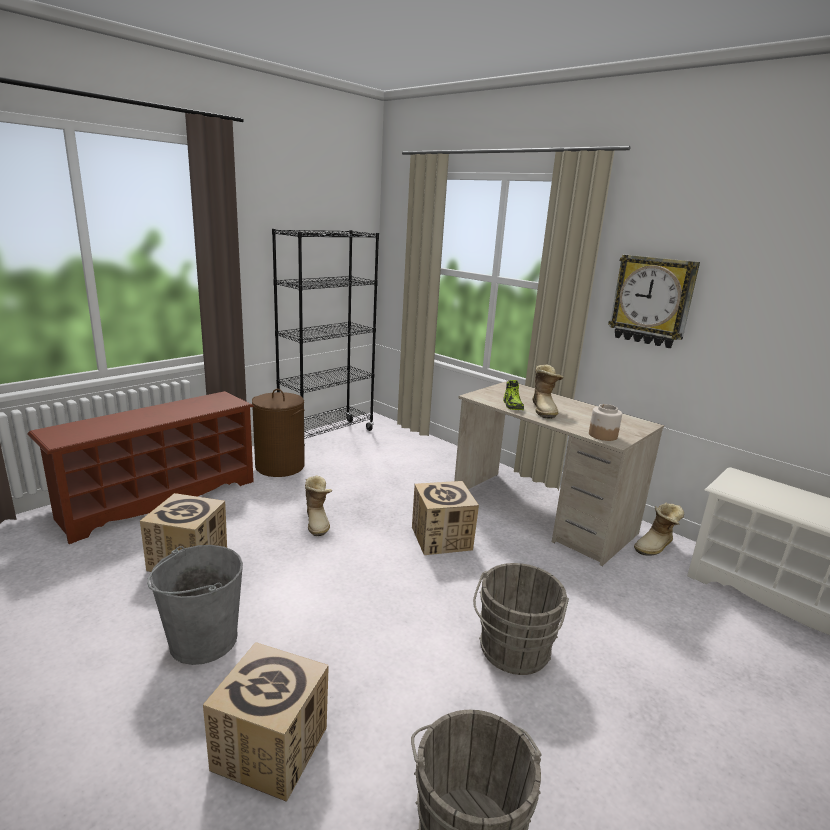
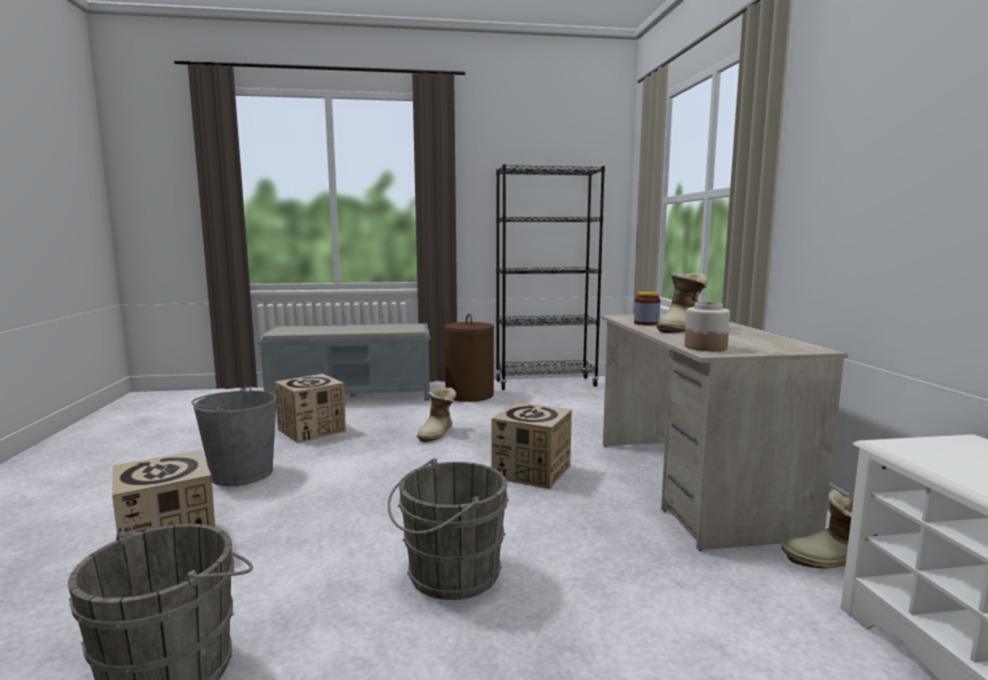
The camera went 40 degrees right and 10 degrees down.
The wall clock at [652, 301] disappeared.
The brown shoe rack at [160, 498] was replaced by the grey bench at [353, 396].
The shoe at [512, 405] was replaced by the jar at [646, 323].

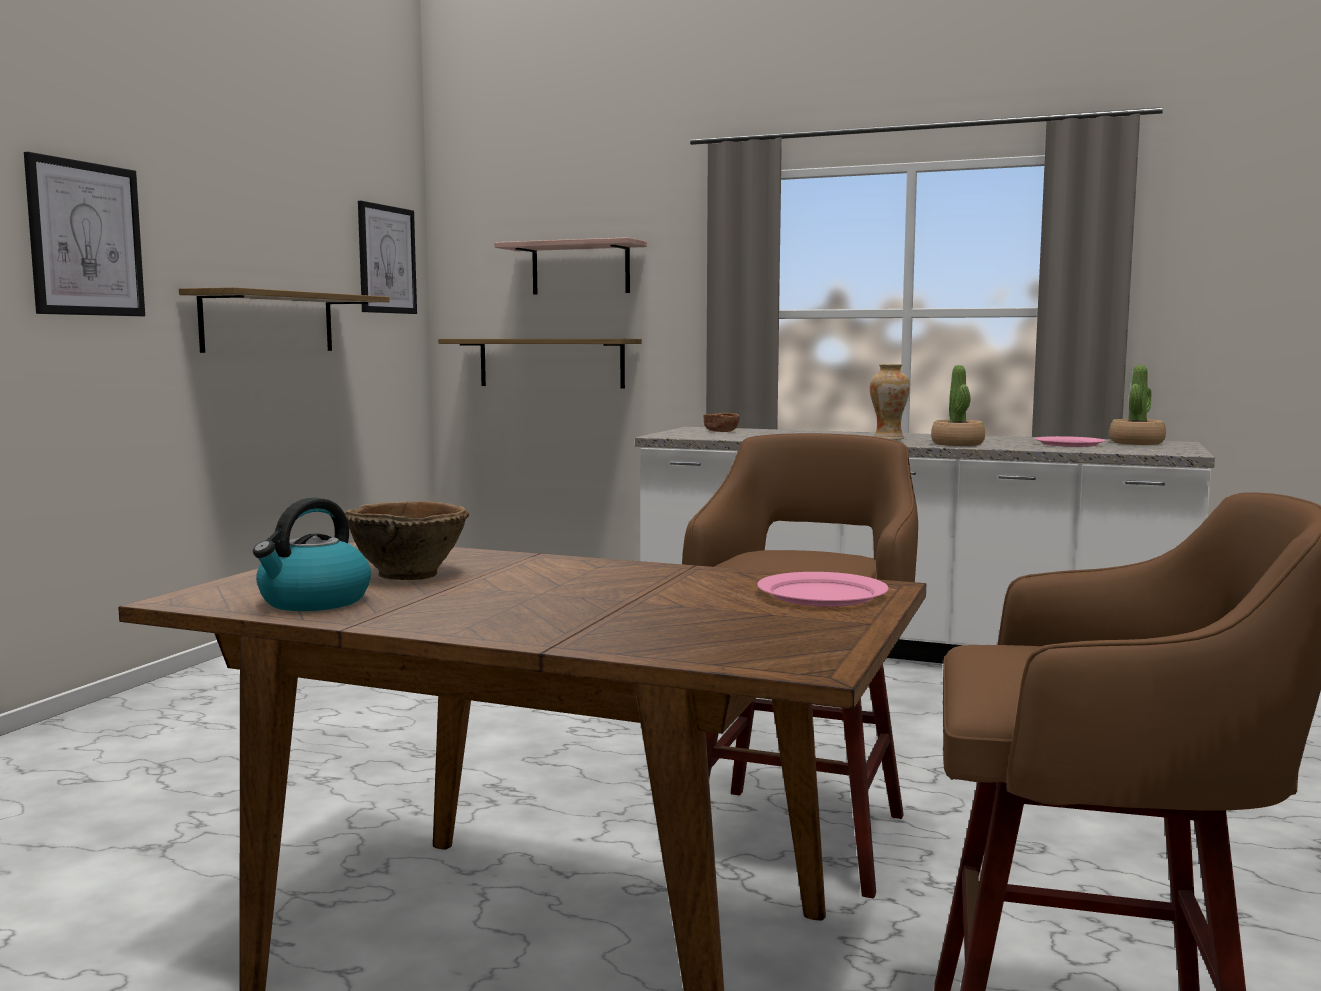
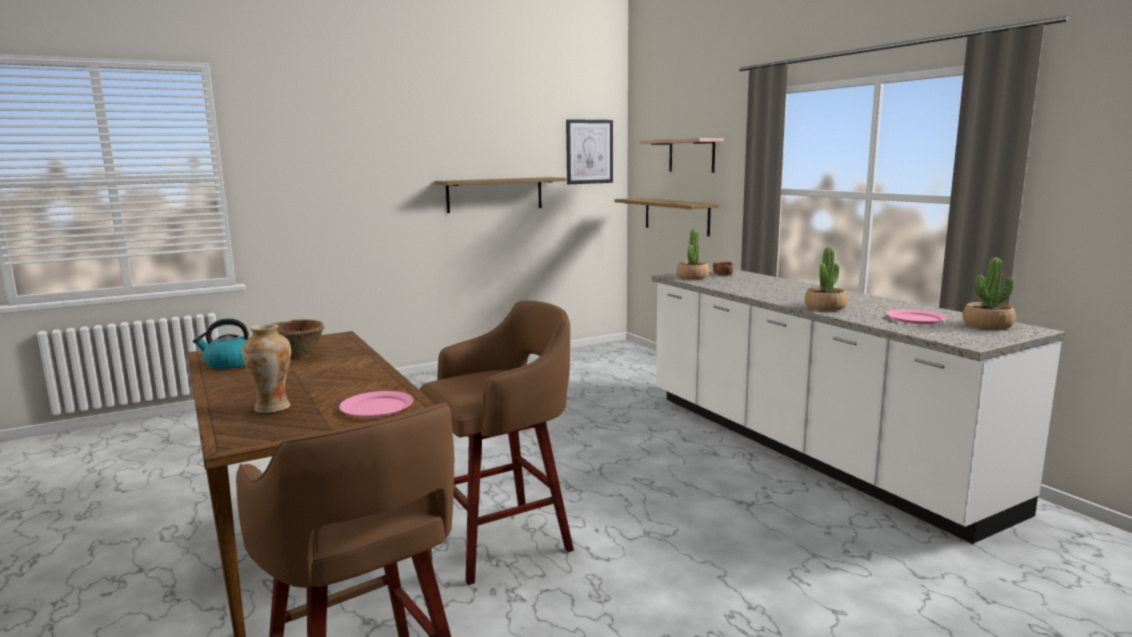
The camera went 40 degrees right and 5 degrees up.
The picture at [85, 239] disappeared.
The potted plant at [692, 277] appeared.
The vase moved from [888, 439] to [273, 407].

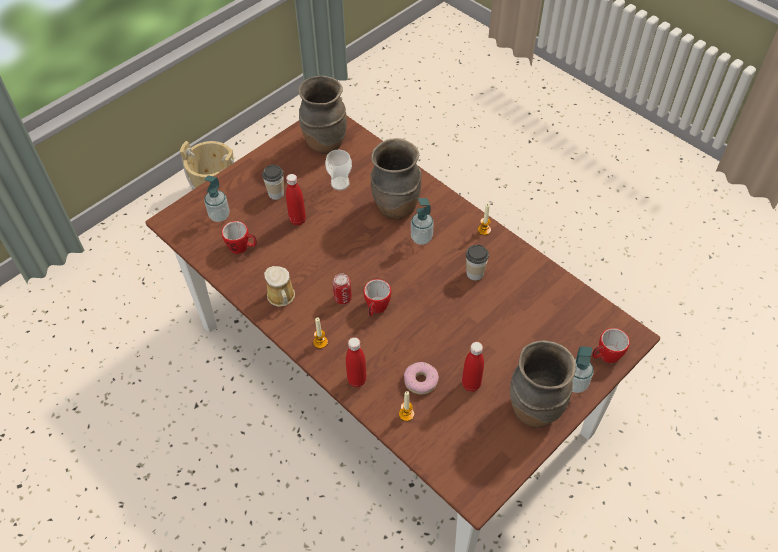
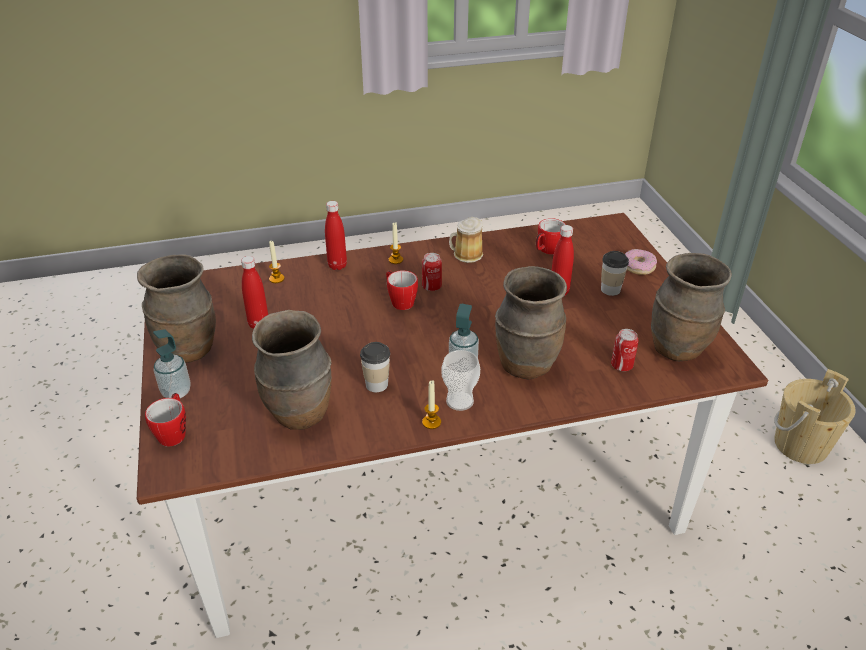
The camera went 120 degrees right and 15 degrees down.
The soap dispenser at [219, 215] disappeared.
The brown vase at [299, 414] appeared.
The can at [621, 365] appeared.
The cup moved from [340, 183] to [459, 401].
The donut moved from [421, 381] to [638, 266].

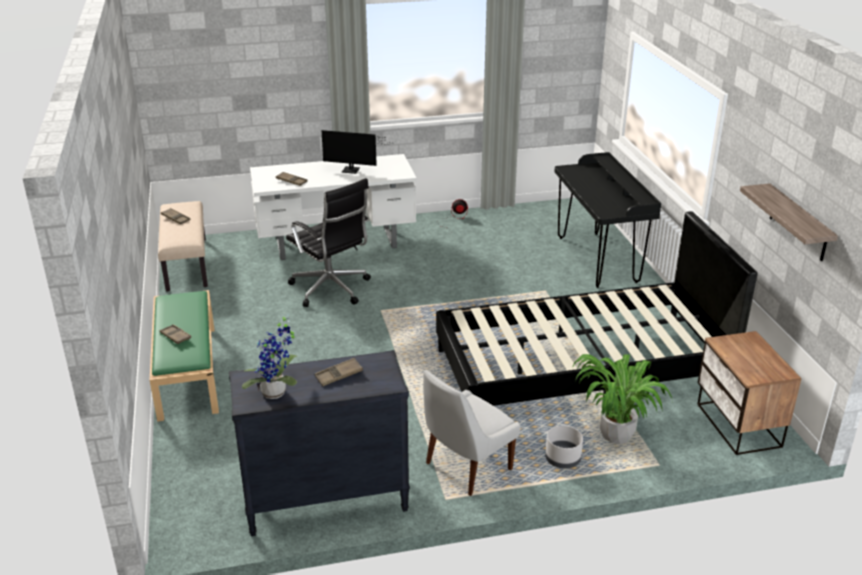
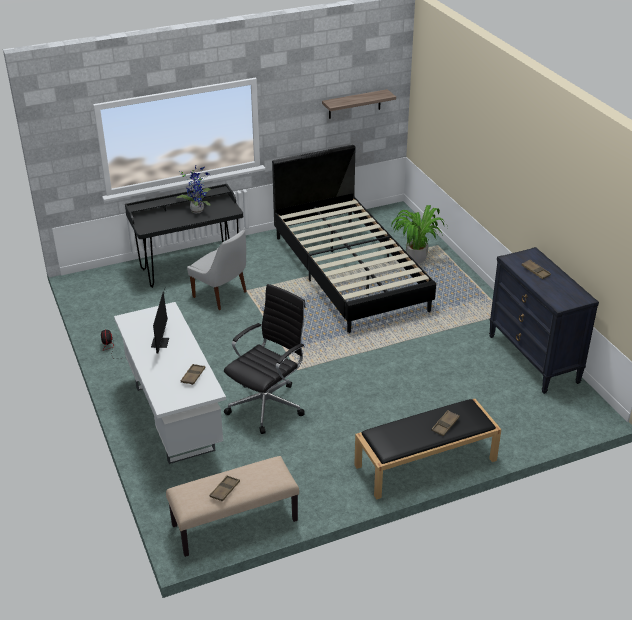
The camera went 100 degrees left and 5 degrees up.
The grey planter at [562, 459] disappeared.
The nightstand at [737, 426] disappeared.
The potted plant moved from [276, 393] to [197, 209].
The white chair moved from [466, 467] to [221, 295].
The green bench at [187, 371] became the black bench at [425, 463].

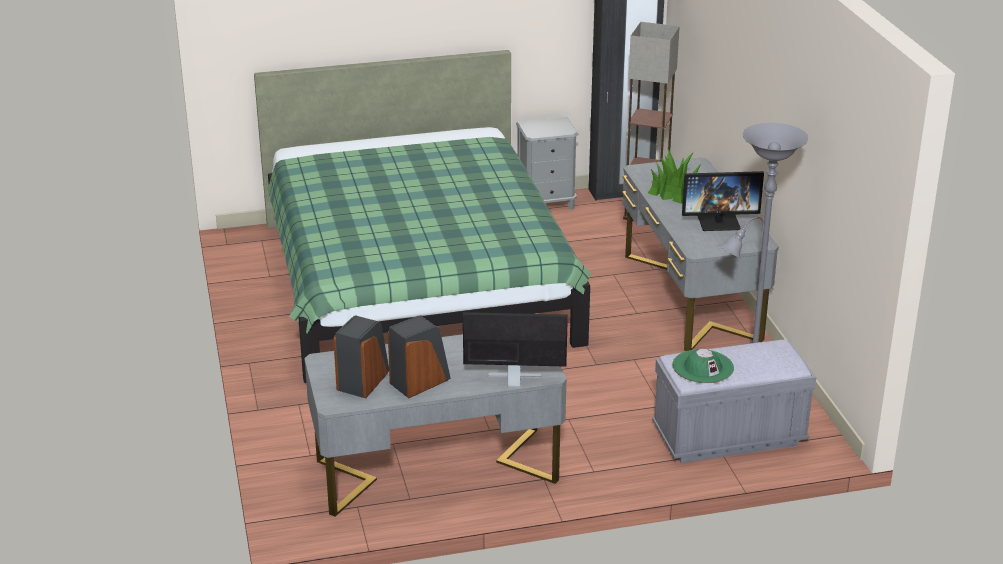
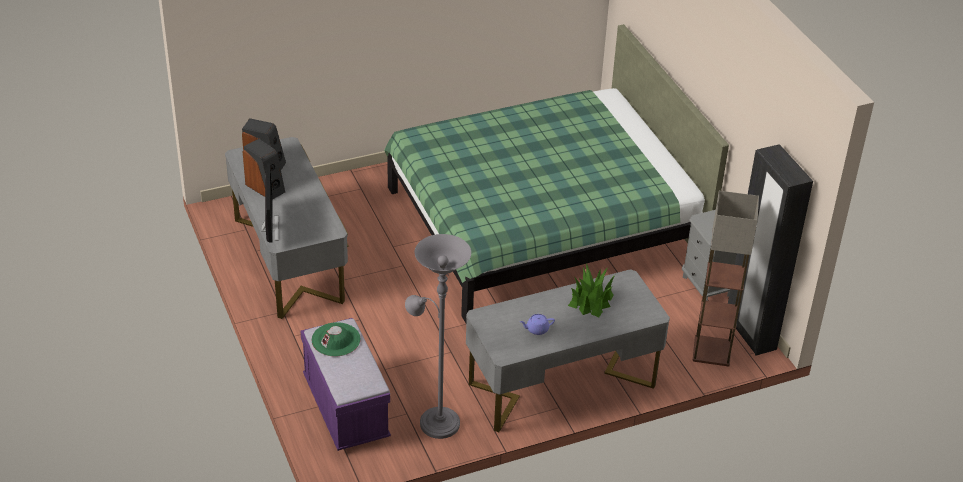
The camera went 80 degrees right and 10 degrees up.
The monitor at [719, 222] was replaced by the purple teapot at [537, 329].
The grey bench at [729, 437] became the purple bench at [345, 409].

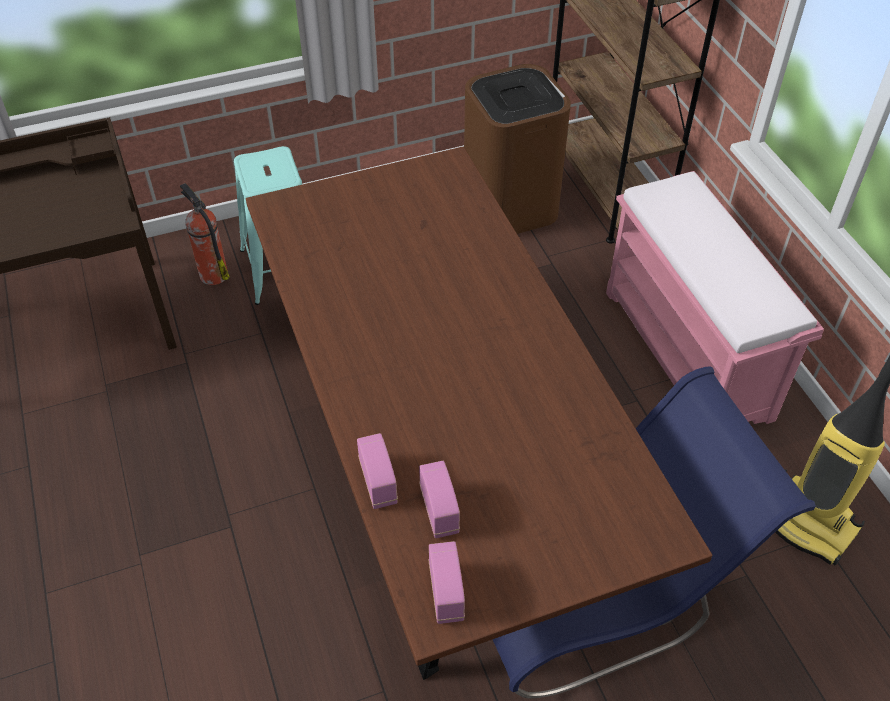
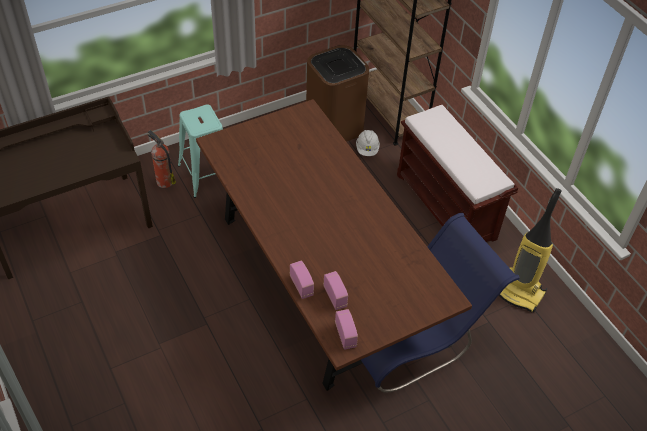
The camera went 10 degrees left and 0 degrees up.
The white hard hat at [367, 149] appeared.
The pink bench at [688, 354] became the brown bench at [446, 207].

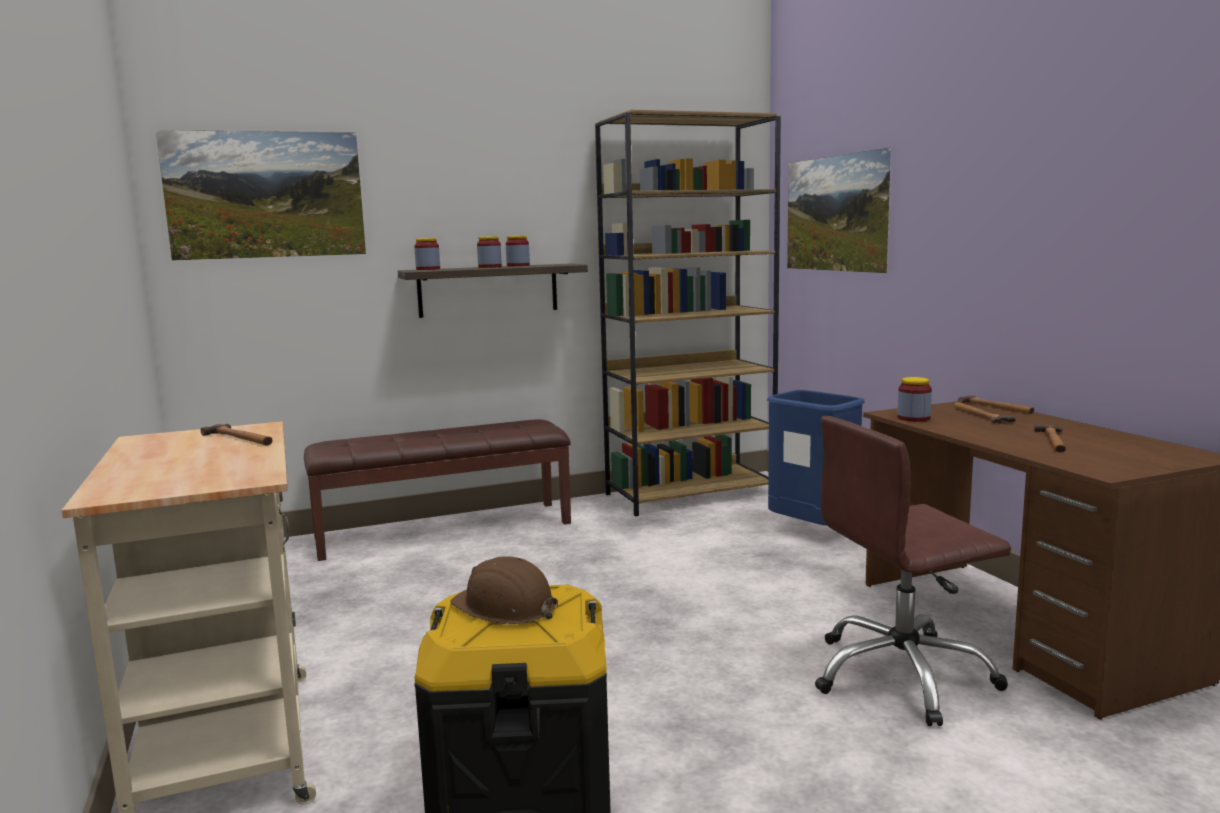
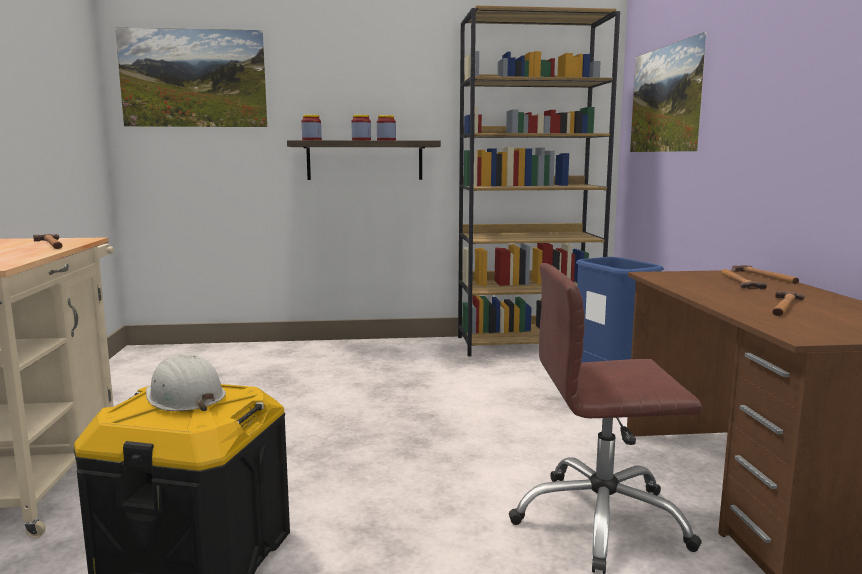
The camera went 15 degrees right and 0 degrees up.
The brown bench at [444, 529] disappeared.
The jar at [913, 418] disappeared.
The brown hard hat at [505, 606] became the white hard hat at [184, 397].

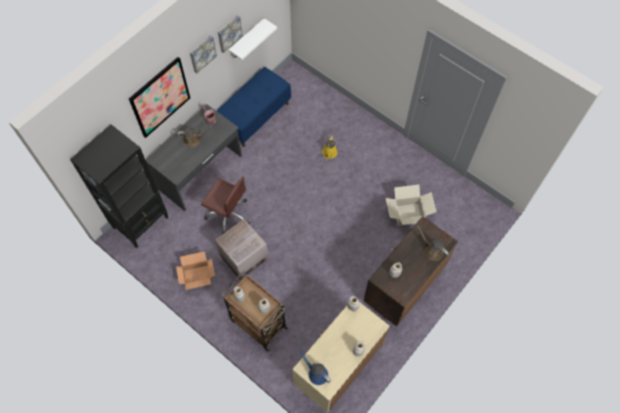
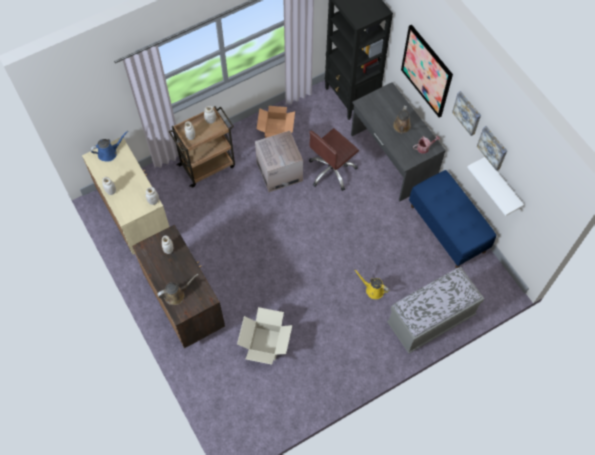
The camera went 110 degrees right and 0 degrees up.
The grey bench at [430, 320] appeared.

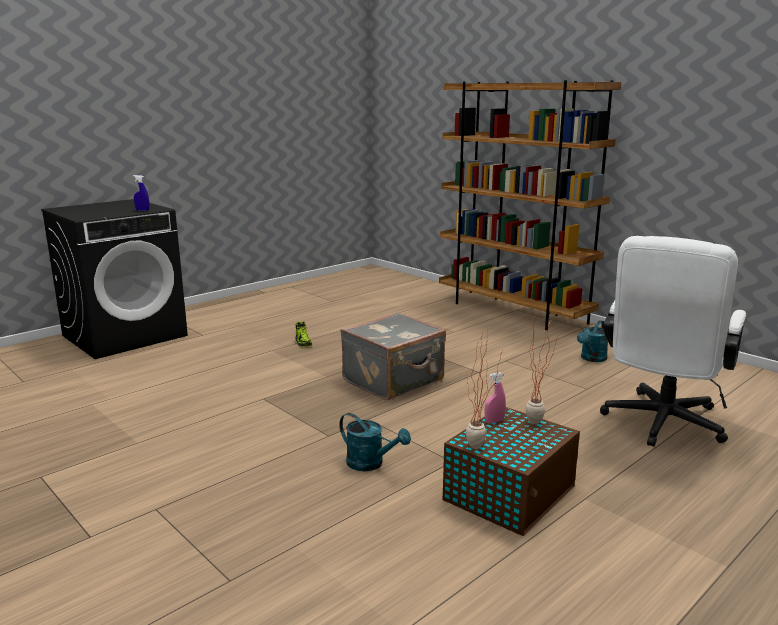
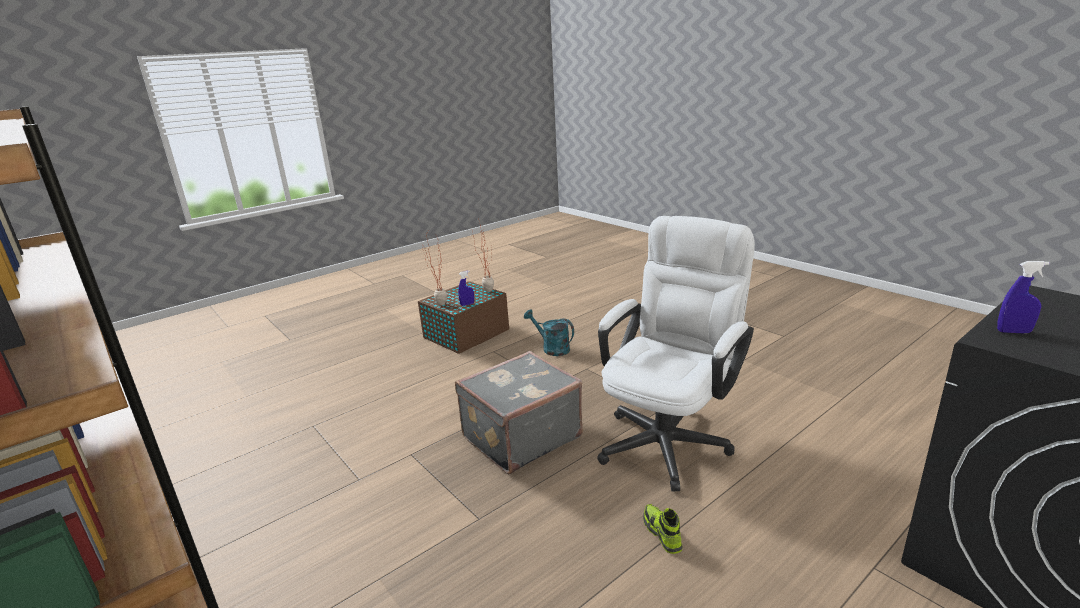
The camera went 175 degrees left and 5 degrees up.
The turquoise watering can at [591, 359] disappeared.
The white office chair moved from [660, 425] to [669, 437].
The pink spray bottle at [494, 421] became the blue spray bottle at [467, 304].

